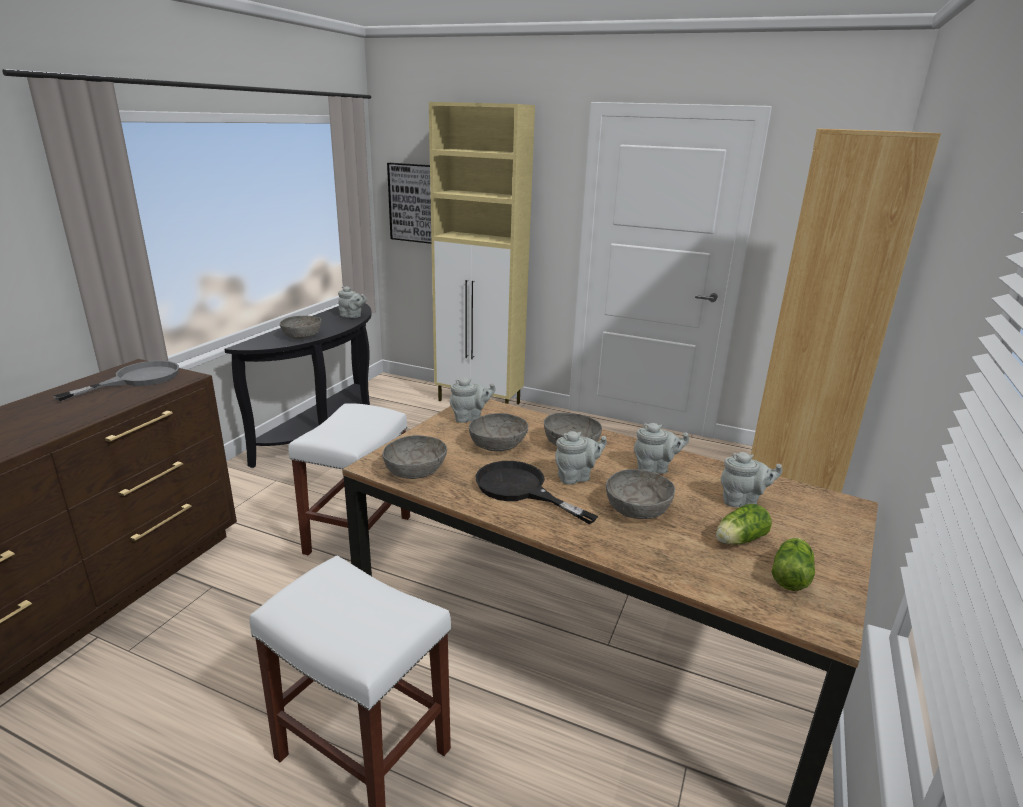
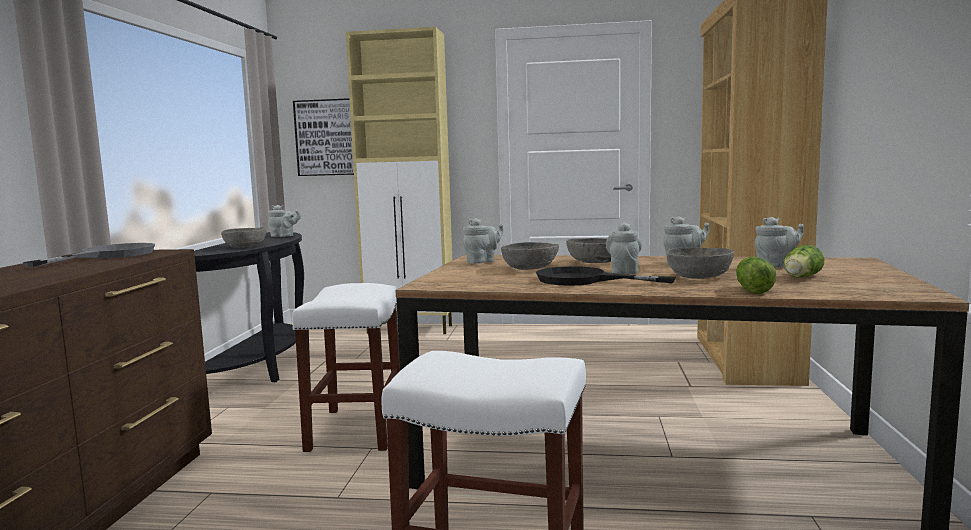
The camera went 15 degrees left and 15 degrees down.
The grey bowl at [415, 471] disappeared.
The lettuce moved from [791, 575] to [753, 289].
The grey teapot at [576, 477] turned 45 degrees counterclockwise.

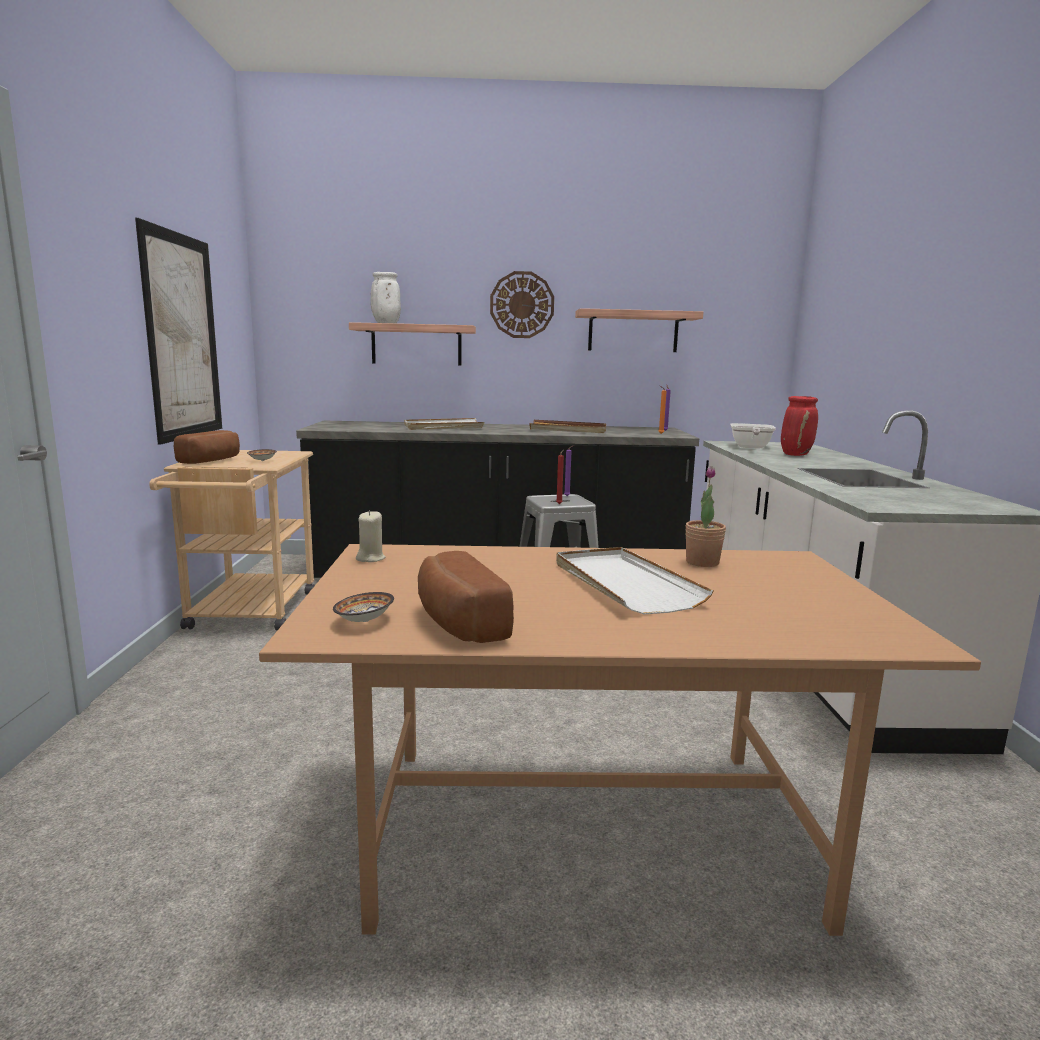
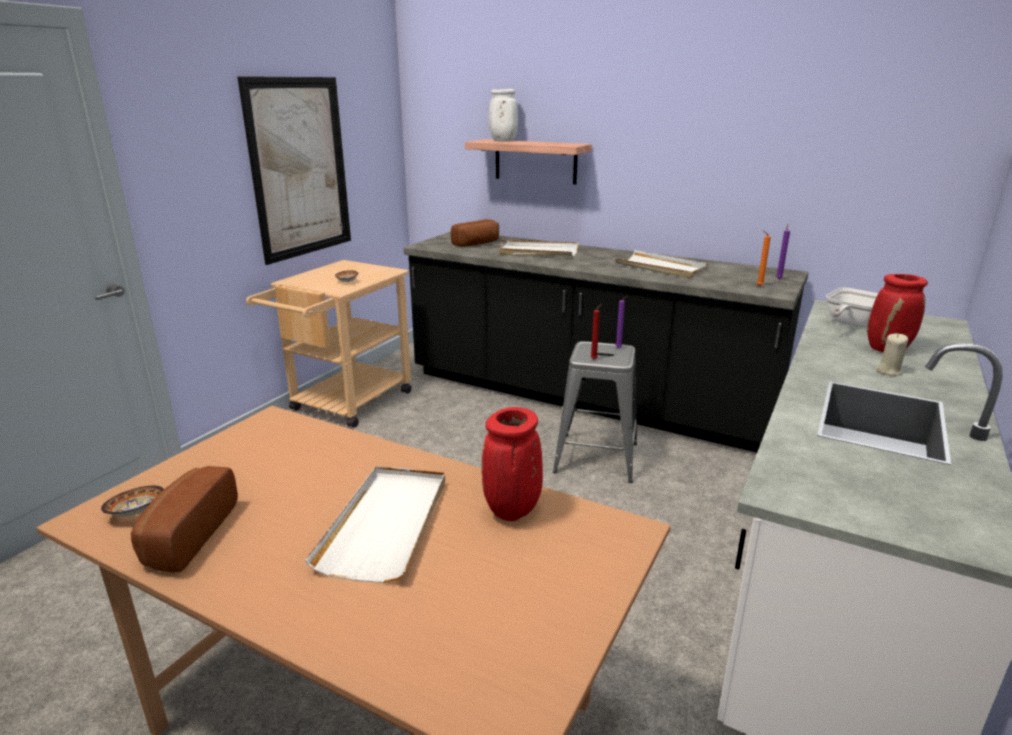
The camera went 30 degrees right and 10 degrees up.
The wall clock at [522, 305] disappeared.
The shelf at [633, 331] disappeared.
The bread moved from [213, 460] to [478, 244].
The beige candle moved from [370, 558] to [888, 371].
The potted plant at [702, 562] was replaced by the red vase at [512, 511].
The brown tray at [568, 430] became the white tray at [661, 268].

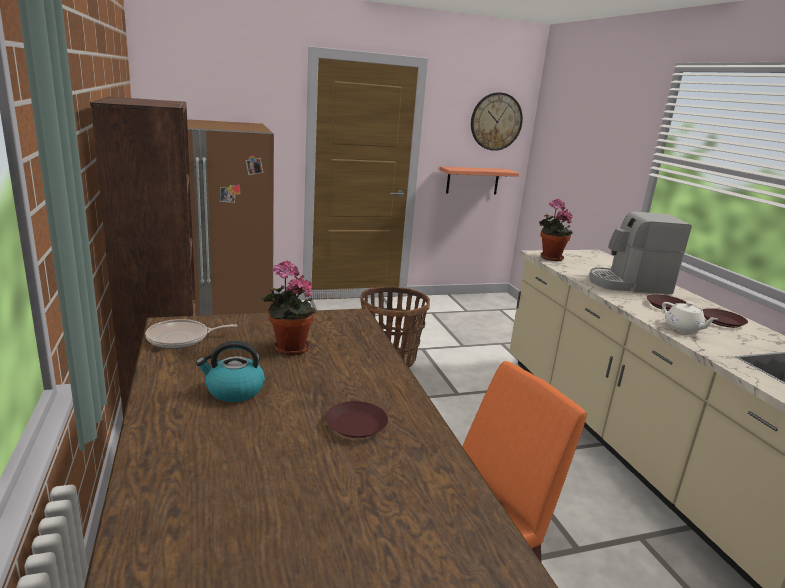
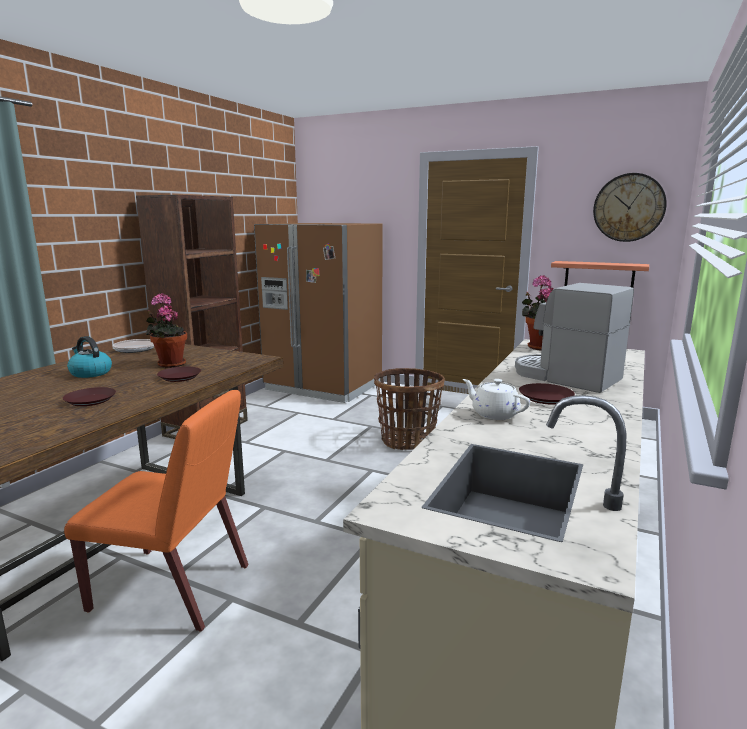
The camera went 45 degrees right and 5 degrees down.
The brown plate moved from [722, 321] to [179, 377].
The white teapot at [683, 328] turned 120 degrees clockwise.

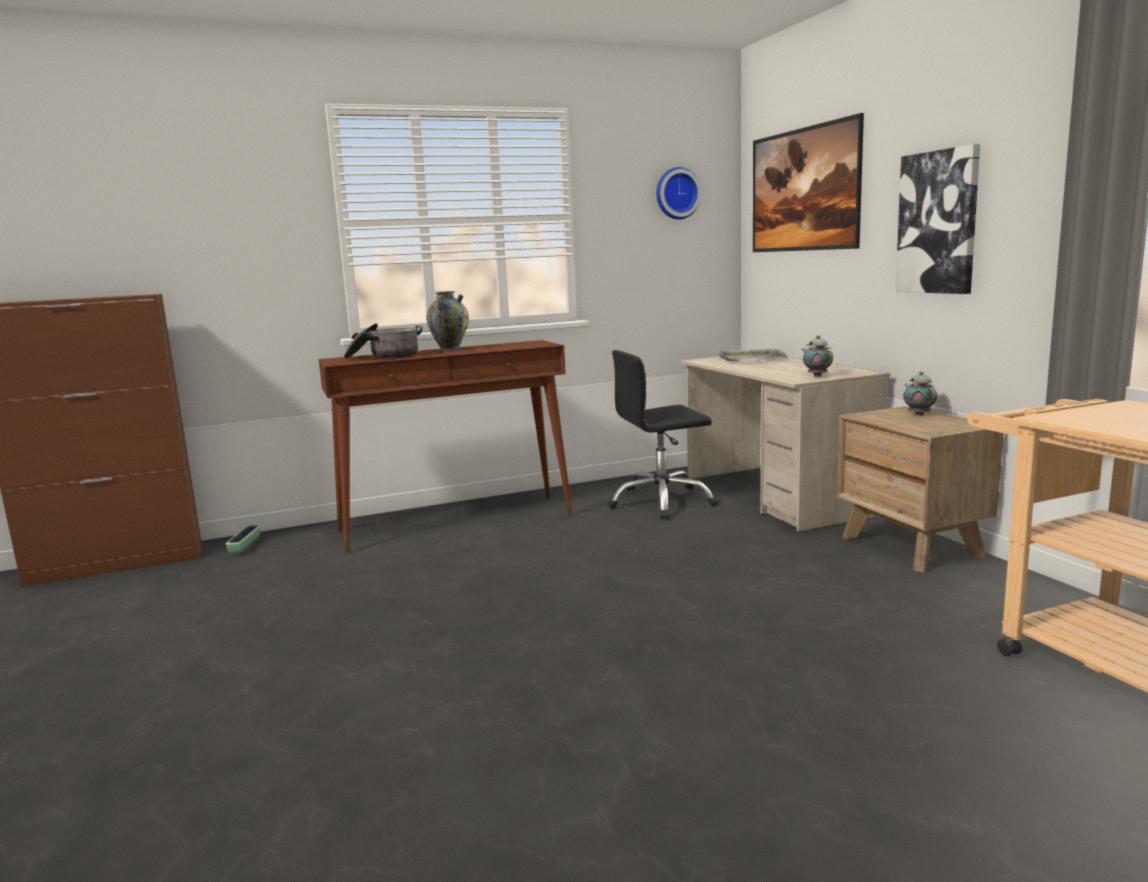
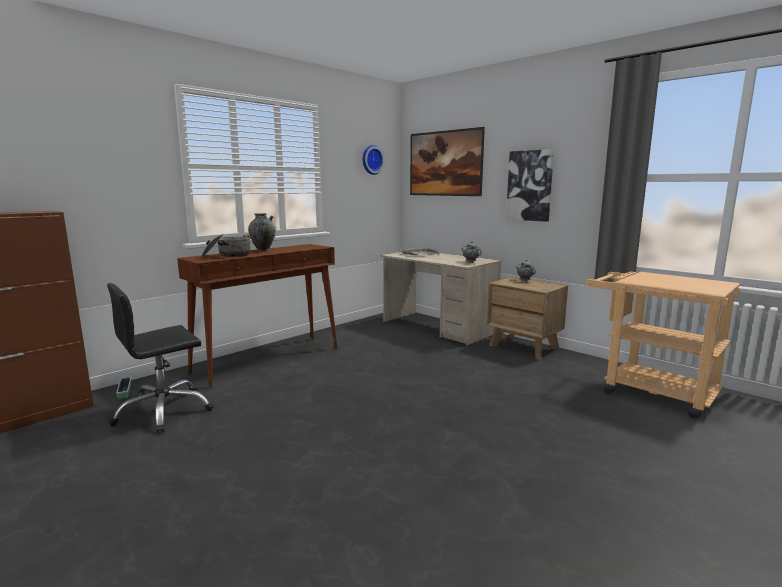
The camera went 25 degrees left and 0 degrees up.
The black office chair moved from [661, 502] to [164, 411].

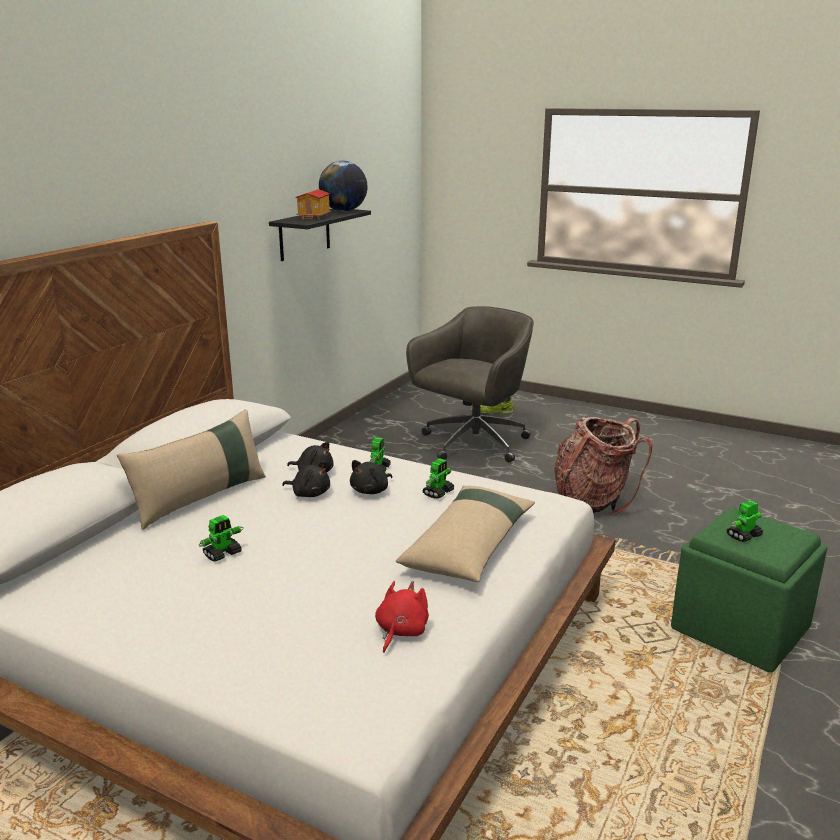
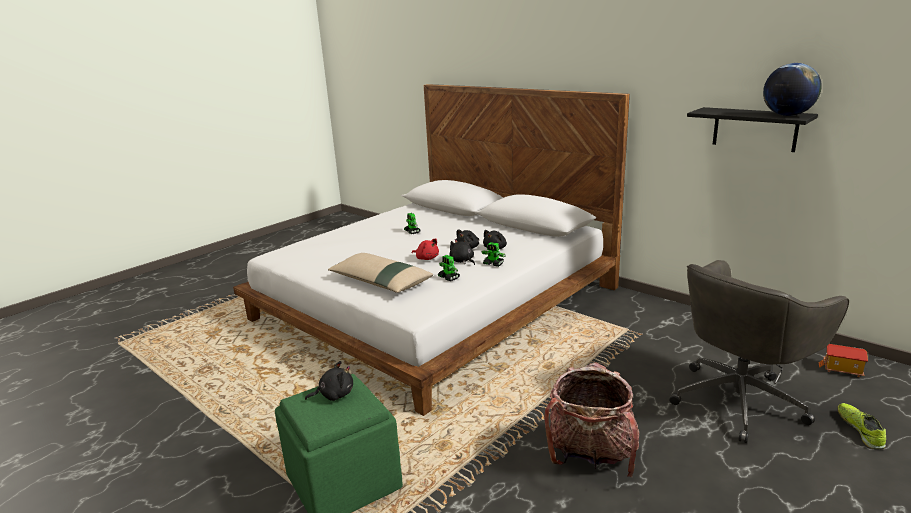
The camera went 105 degrees right and 0 degrees up.
The beige pillow at [200, 498] disappeared.
The toy house moved from [314, 217] to [841, 370].
The red plush toy moved from [400, 631] to [426, 258].
The toy robot at [743, 536] was replaced by the black plush toy at [334, 395].
The grey office chair at [472, 444] turned 90 degrees clockwise.

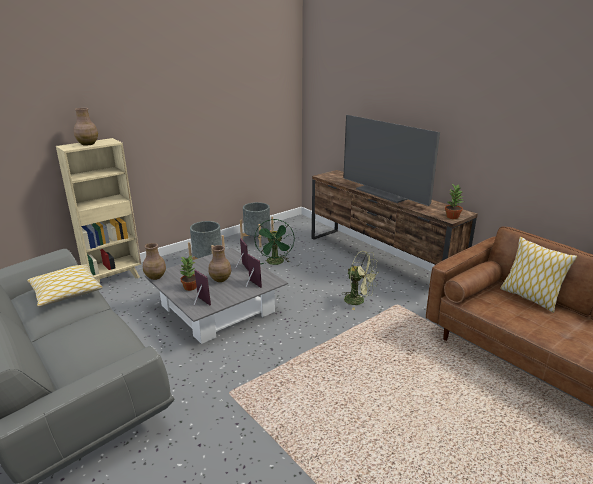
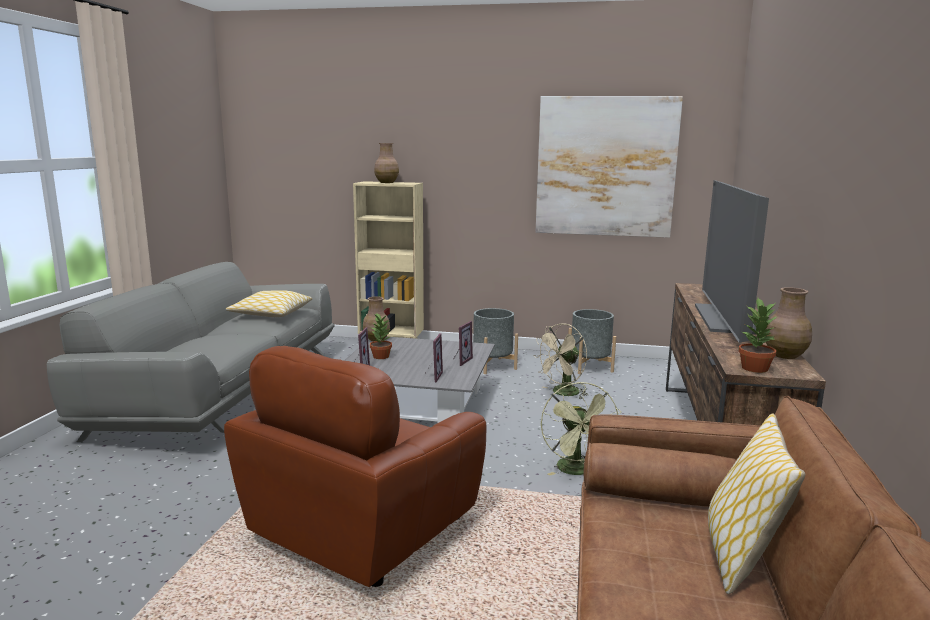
The camera went 50 degrees right and 10 degrees down.
The brown armchair at [364, 530] appeared.
The picture at [605, 167] appeared.
The brown vase moved from [220, 279] to [785, 355].
The green fan at [275, 263] became the beige fan at [562, 393].

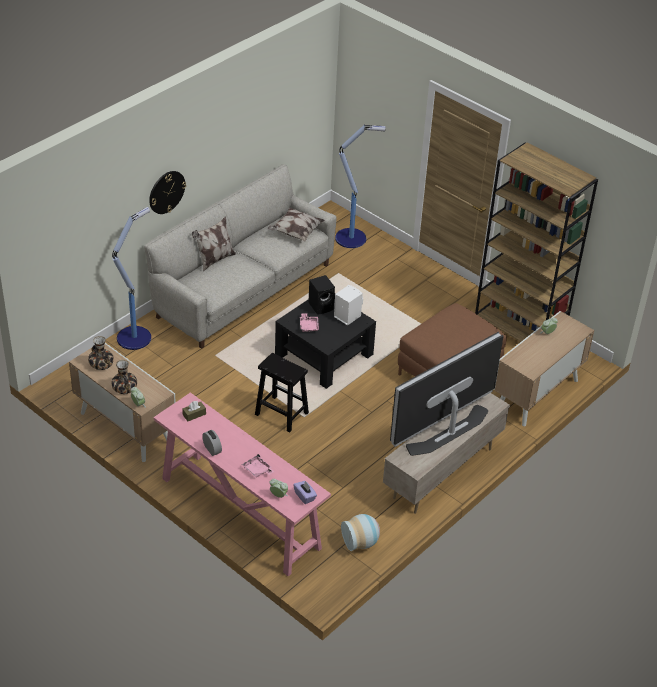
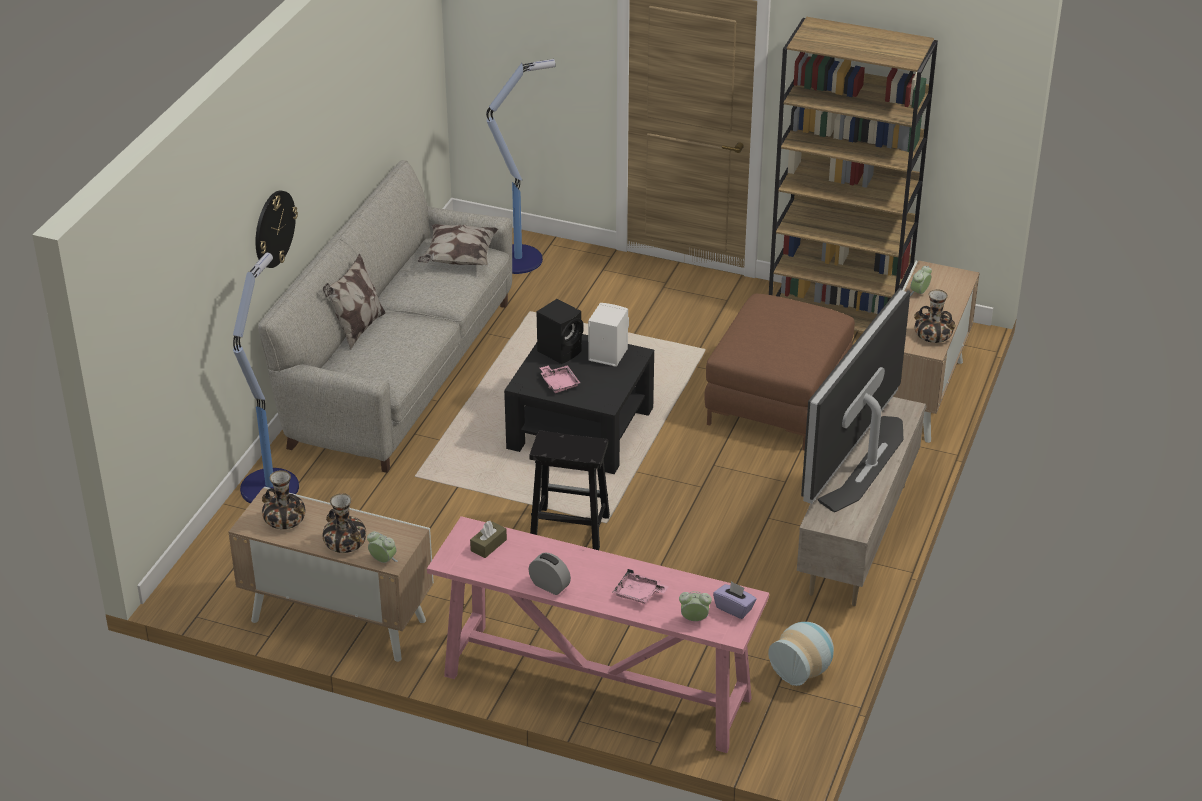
The camera went 20 degrees left and 5 degrees down.
The vase at [932, 336] appeared.

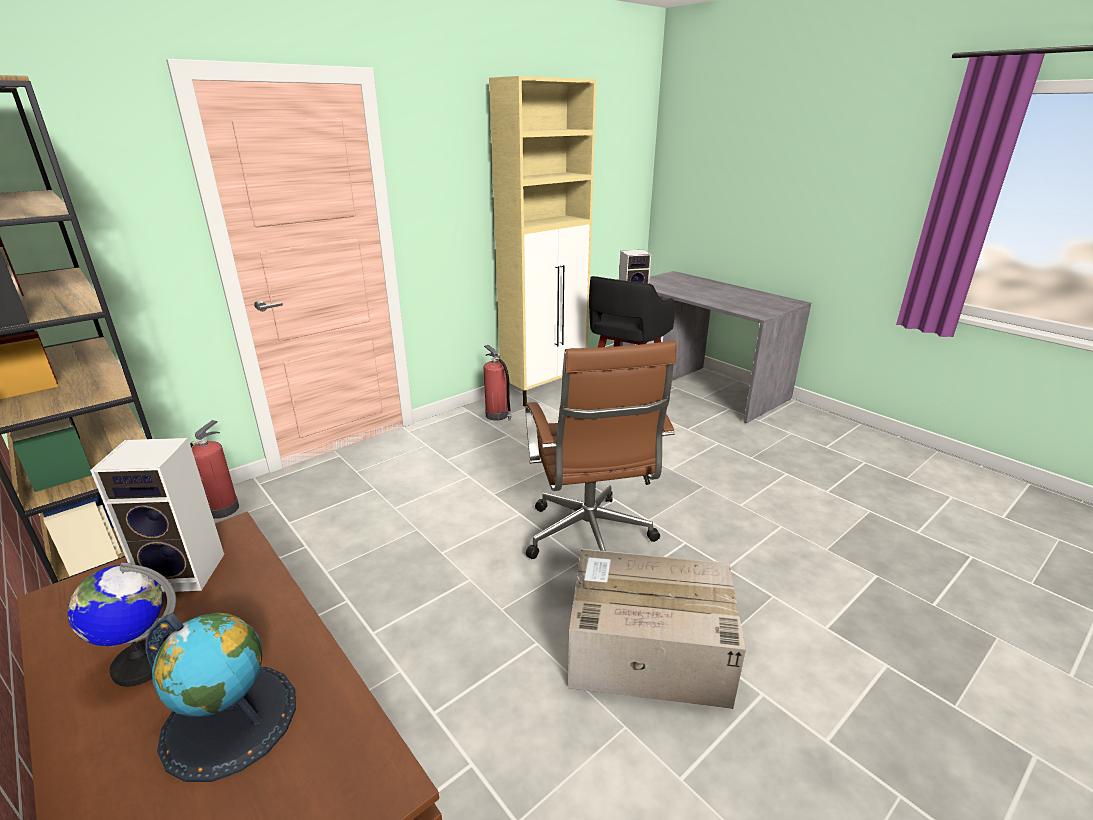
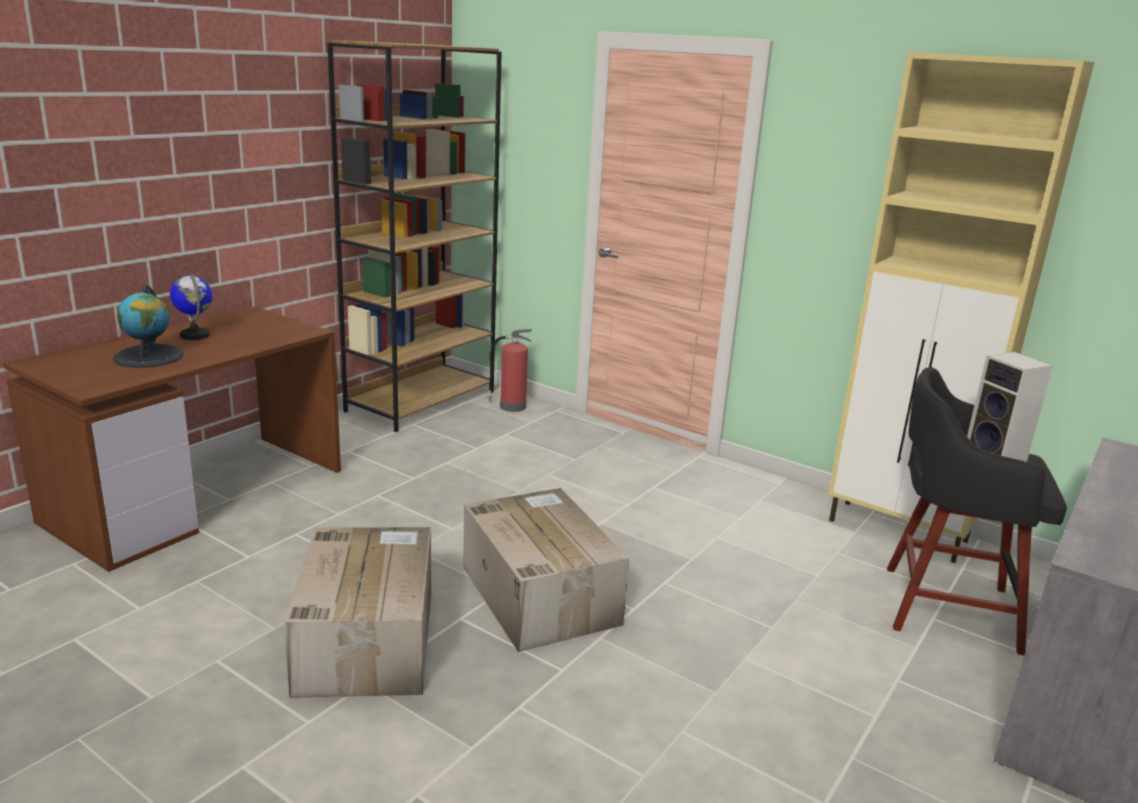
The camera went 75 degrees right and 5 degrees down.
The speaker at [187, 571] disappeared.
The fire extinguisher at [497, 415] disappeared.
The brown office chair at [590, 540] was replaced by the cardboard box at [538, 594].

